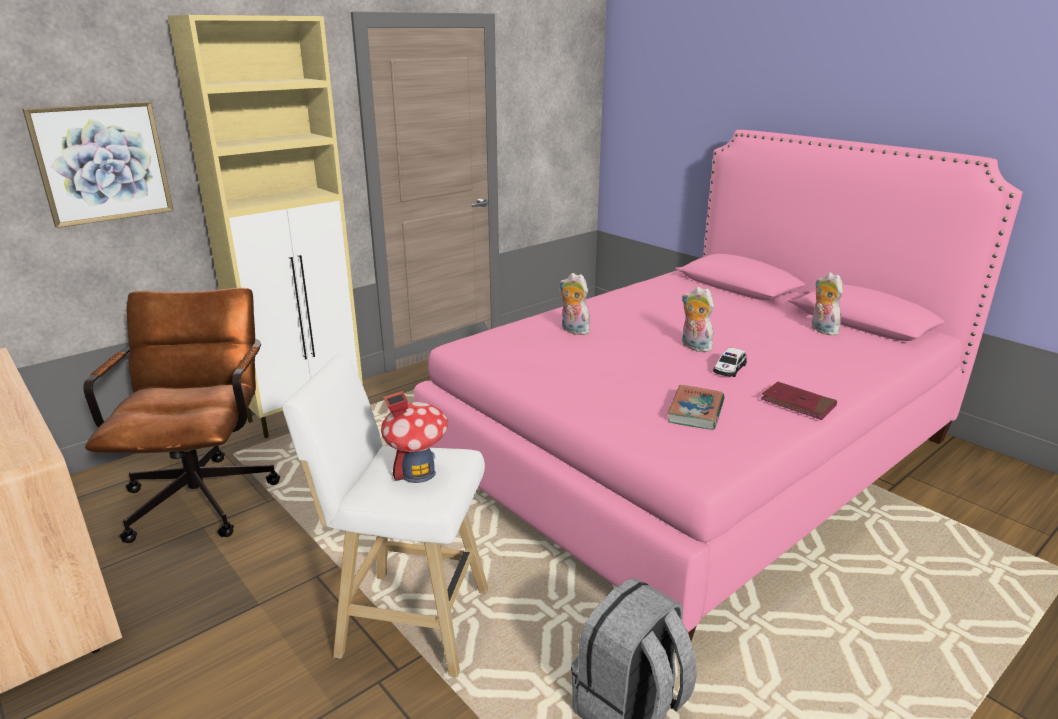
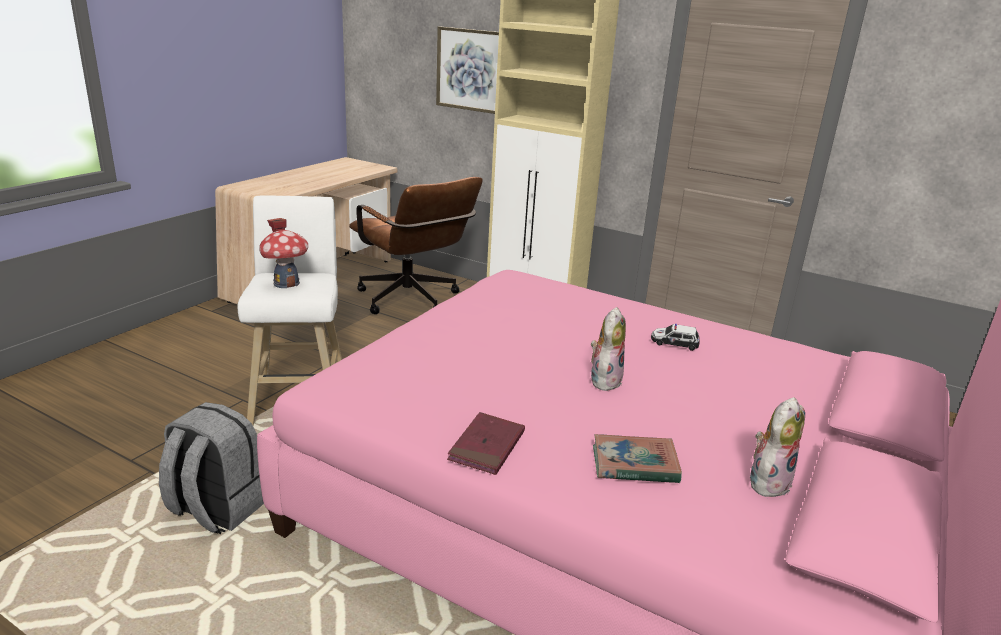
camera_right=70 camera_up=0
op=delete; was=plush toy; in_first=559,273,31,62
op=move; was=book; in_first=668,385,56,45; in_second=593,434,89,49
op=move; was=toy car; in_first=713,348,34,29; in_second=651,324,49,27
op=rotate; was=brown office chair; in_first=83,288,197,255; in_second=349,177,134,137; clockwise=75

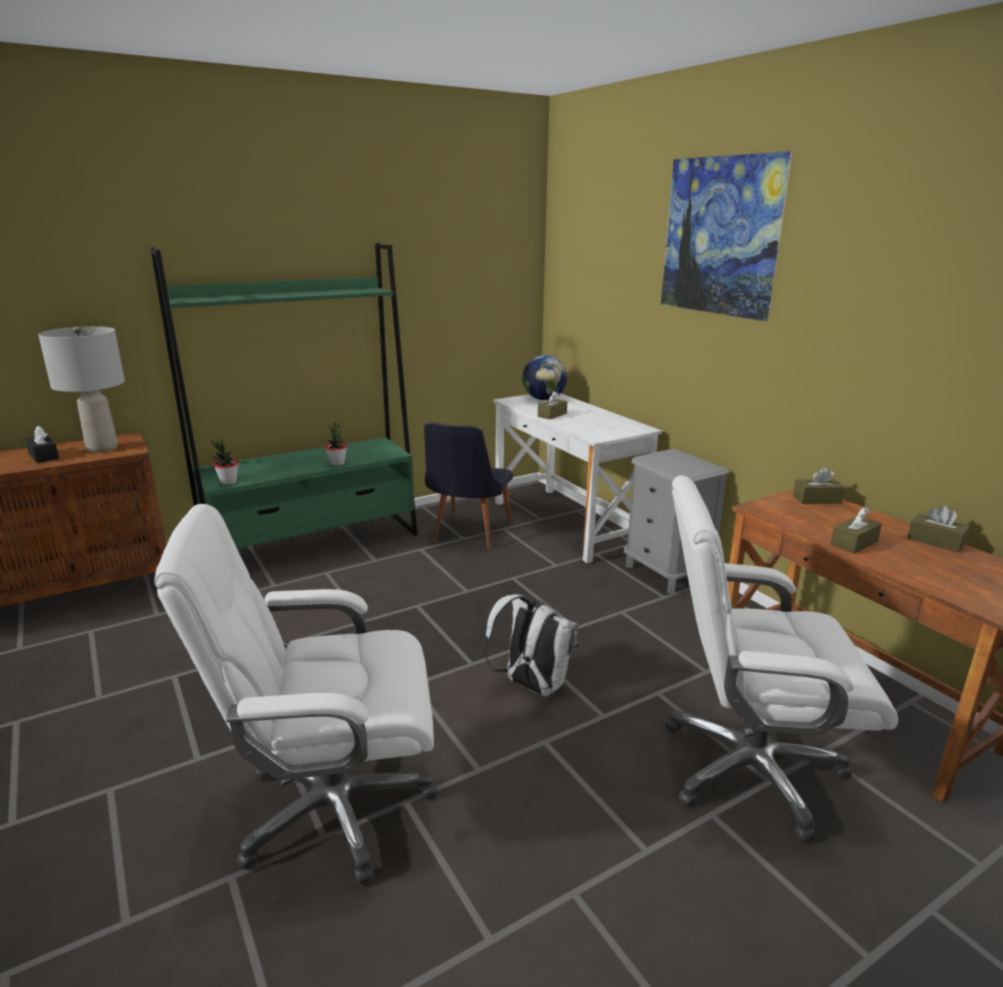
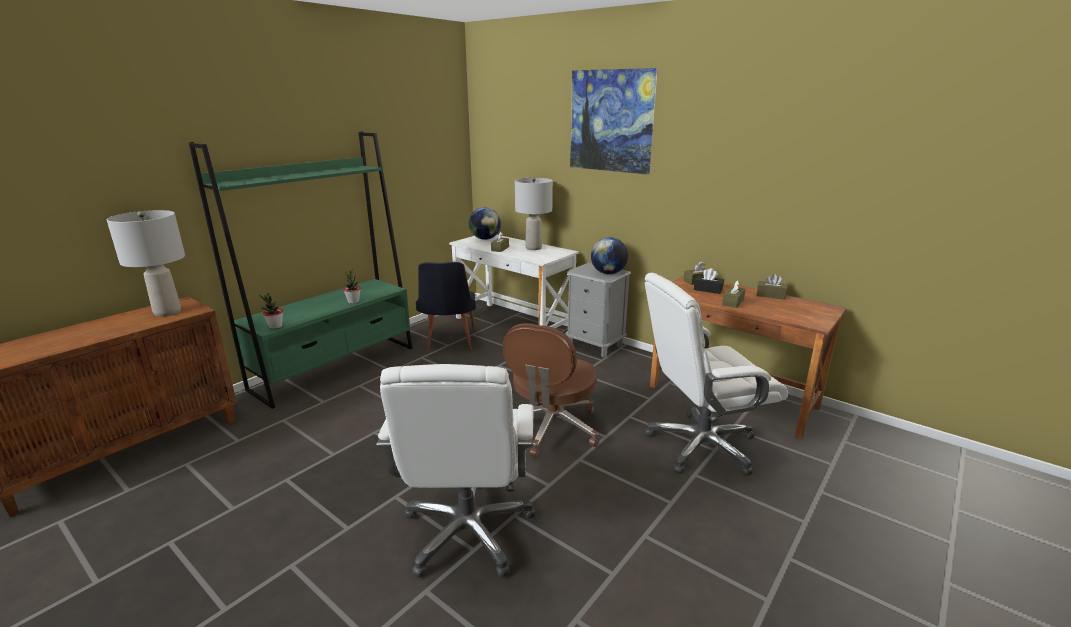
camera_right=-20 camera_up=0
op=insert; now=grey table lamp; in_second=515,177,38,73
op=insert; now=globe; in_second=591,237,37,37
op=move; was=black tissue box; in_first=25,426,34,37; in_second=694,268,30,26
op=replace; was=white backpack; now=brown office chair; in_first=484,594,95,102; in_second=503,323,96,134
op=rotate; was=white office chair; in_first=154,504,283,381; in_second=376,364,160,214; clockwise=-60

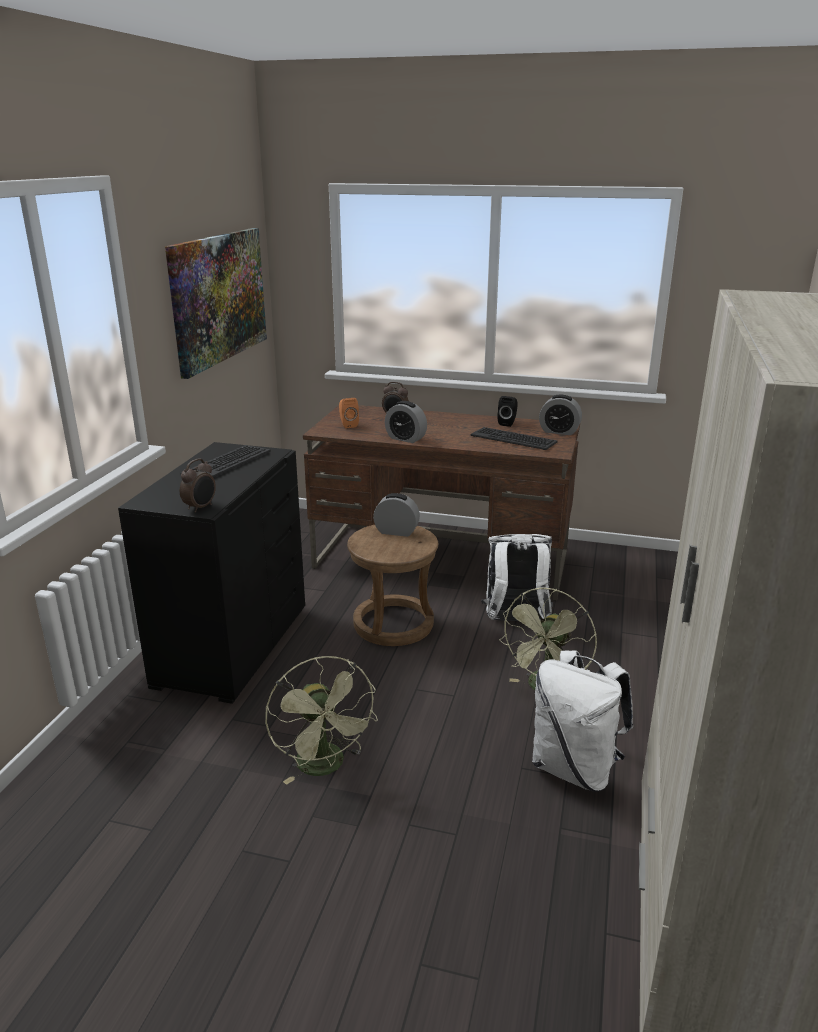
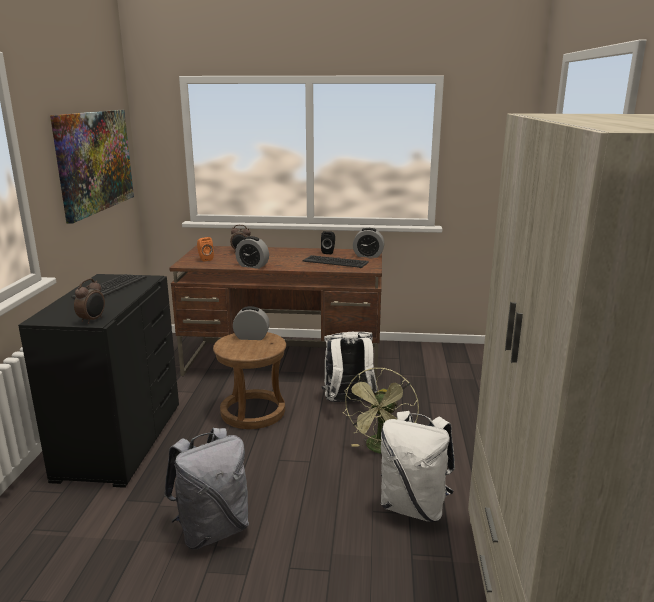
camera_right=-10 camera_up=-5
op=replace; was=green fan; now=grey backpack; in_first=265,656,113,129; in_second=164,428,85,121

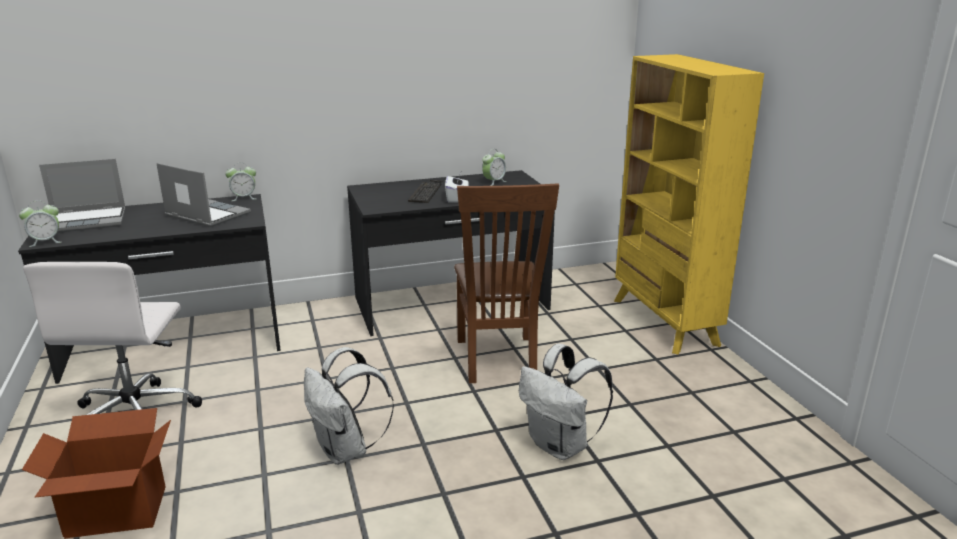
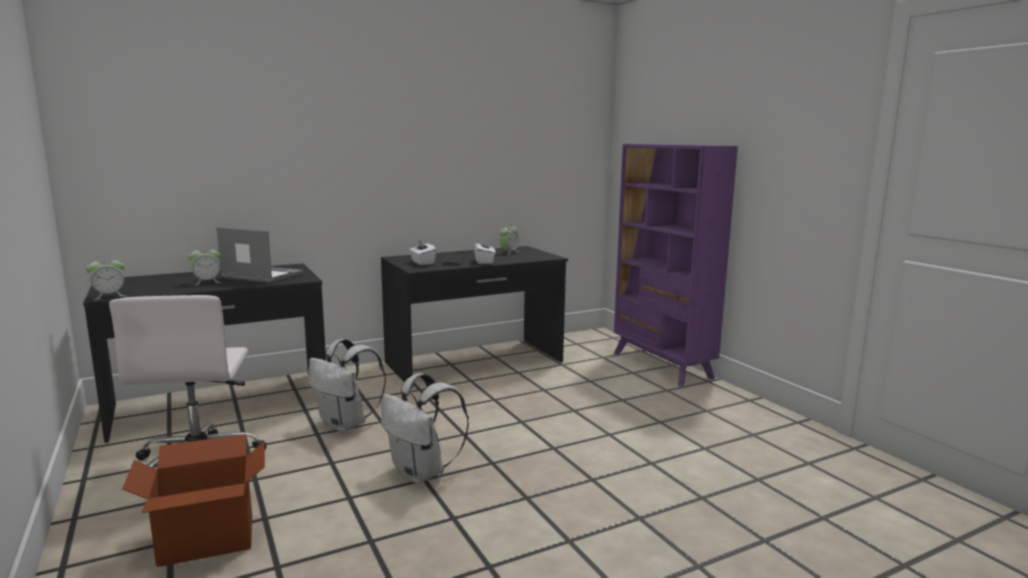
camera_right=-10 camera_up=-10
op=delete; was=laptop; in_first=39,159,87,74
op=delete; was=brown chair; in_first=454,183,105,200
op=insert; now=white tissue box; in_second=409,239,28,26
op=move; was=alarm clock; in_first=225,165,31,36; in_second=188,245,34,40
op=move; was=white backpack; in_first=519,344,94,116; in_second=308,339,78,93
op=recolor; was=yellow bookcase; now=purple bookcase; in_first=614,54,150,300; in_second=614,144,124,242

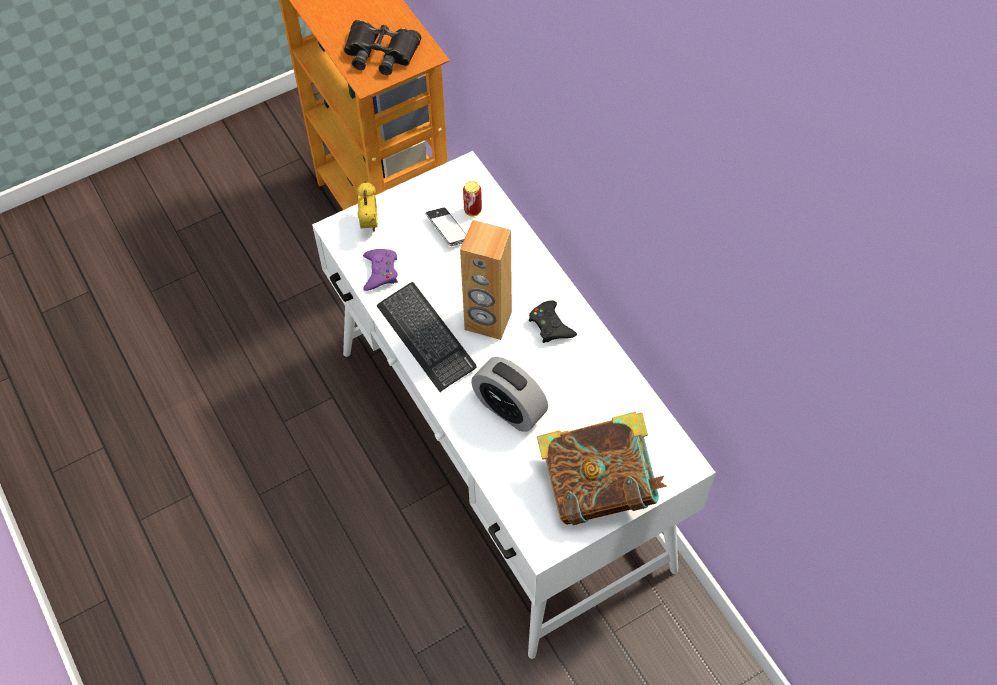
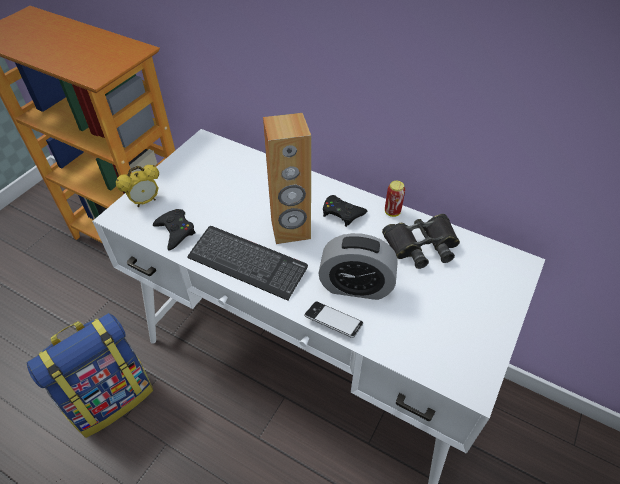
camera_right=-30 camera_up=-10
op=delete; was=book; in_first=537,412,130,113
op=insert; now=backpack; in_second=27,313,126,125
op=move; was=black binoculars; in_first=344,20,78,55; in_second=382,214,78,55
op=move; was=phone; in_first=426,208,40,38; in_second=304,301,59,37
op=move; was=can; in_first=463,181,19,35; in_second=385,181,20,36
op=recolor; was=purple game controller; now=black game controller; in_first=363,249,35,42; in_second=153,209,43,42
op=rotate; was=alarm clock; in_first=357,181,21,50; in_second=116,165,43,42; clockwise=90

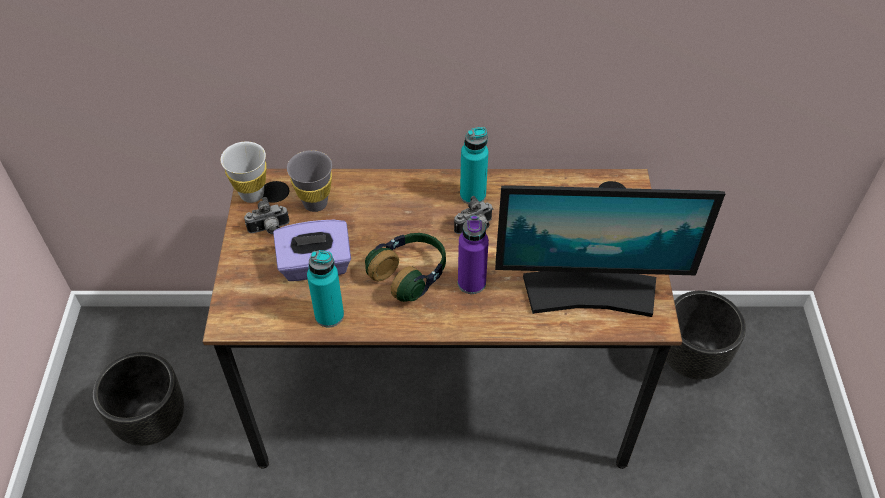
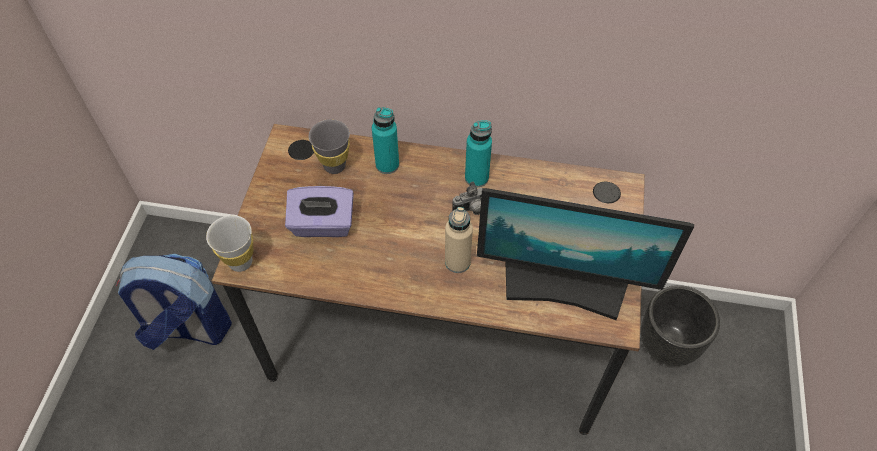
camera_right=10 camera_up=5
op=delete; was=photo camera; in_first=244,197,45,37
op=delete; was=headphones; in_first=365,233,81,69
op=move; was=white cup; in_first=220,142,47,61; in_second=206,215,47,57
op=move; was=turquoise bottle; in_first=307,250,37,77; in_second=372,107,27,67
op=replace; was=black planter; now=backpack; in_first=92,352,92,94; in_second=116,254,116,96
op=recolor; was=purple bottle; now=beige bottle; in_first=458,216,31,78; in_second=445,207,28,66

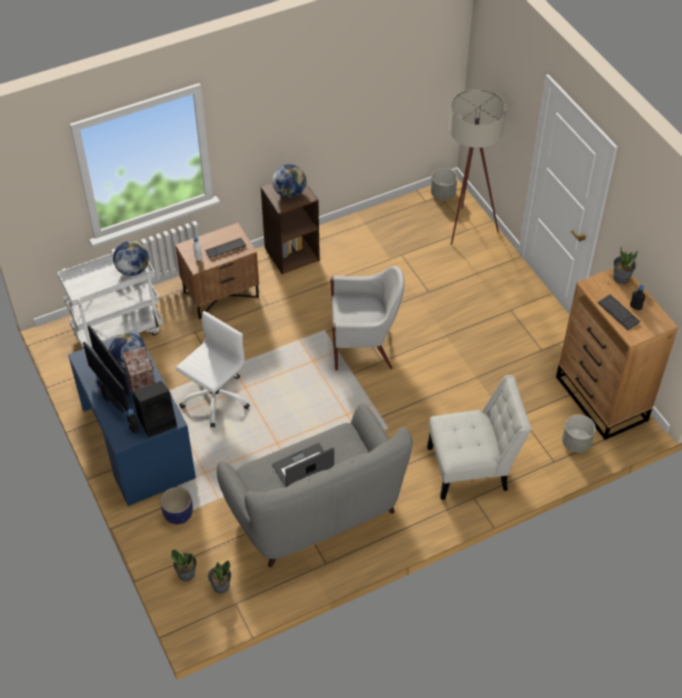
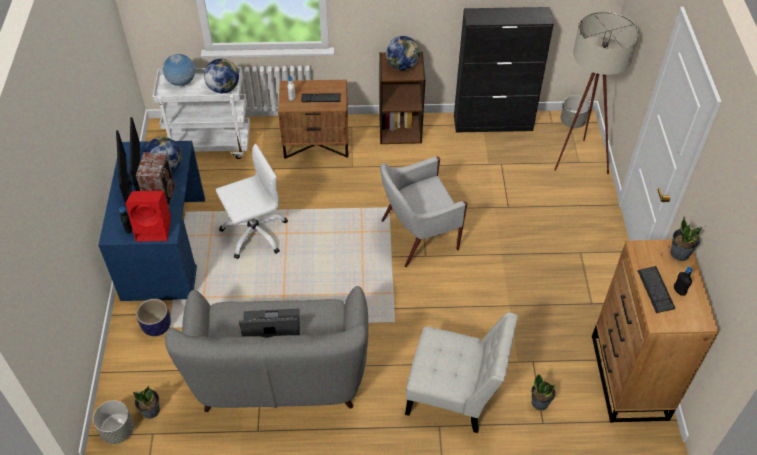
camera_right=25 camera_up=0
op=insert; now=globe; in_second=162,54,33,32
op=insert; now=black cabinet; in_second=454,7,100,125
op=move; was=potted plant; in_first=171,549,26,32; in_second=531,374,24,36
op=move; was=grey planter; in_first=562,415,34,38; in_second=93,400,41,44
op=recolor; was=black speaker; now=red speaker; in_first=132,381,45,57; in_second=126,191,45,51
op=rotate; was=white armchair; in_first=330,266,74,105; in_second=380,156,87,111; clockwise=135

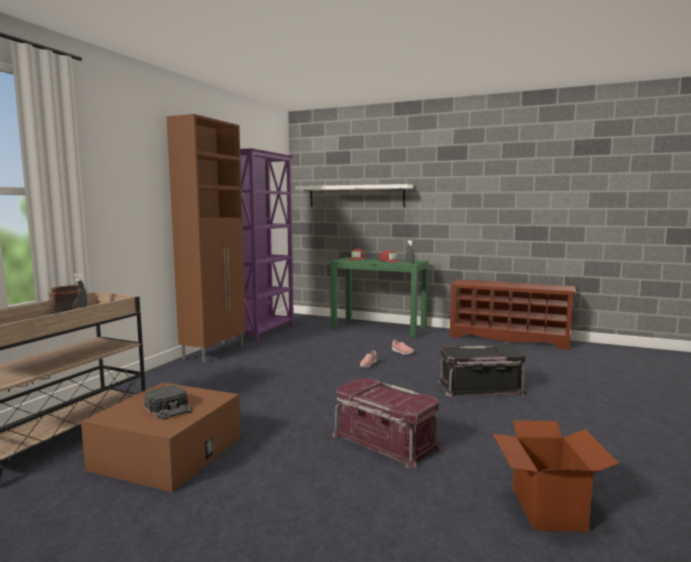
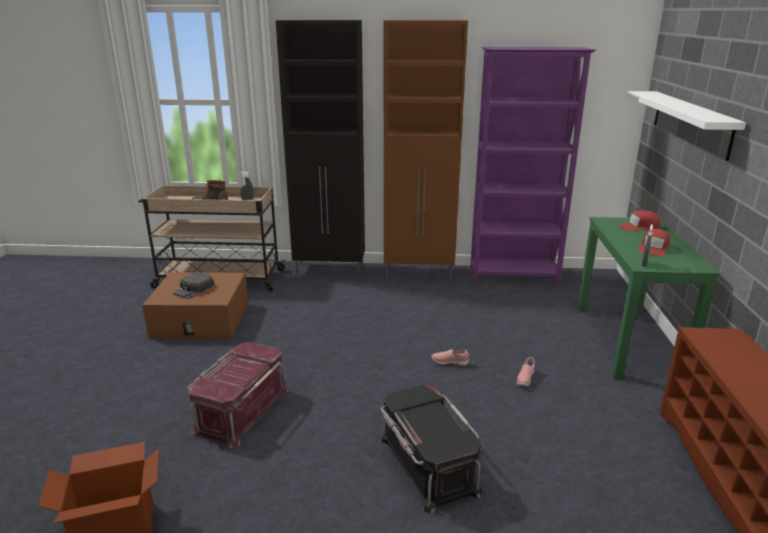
camera_right=70 camera_up=15
op=insert; now=black cabinet; in_second=276,20,89,256

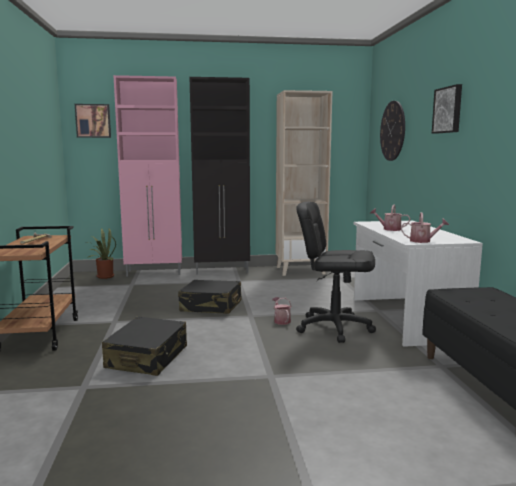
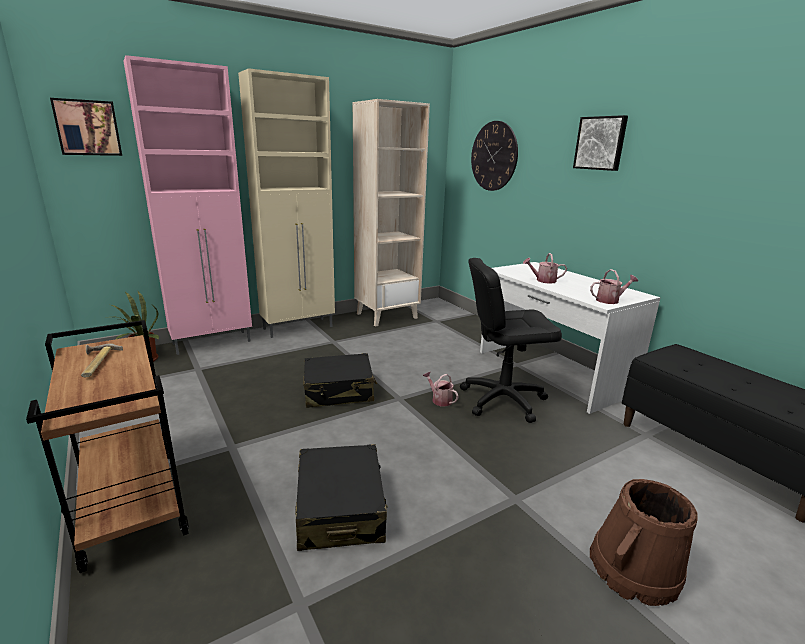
camera_right=-25 camera_up=10
op=insert; now=brown bucket; in_second=590,479,108,127
op=recolor; was=black cabinet; now=beige cabinet; in_first=189,77,61,198; in_second=238,68,97,270

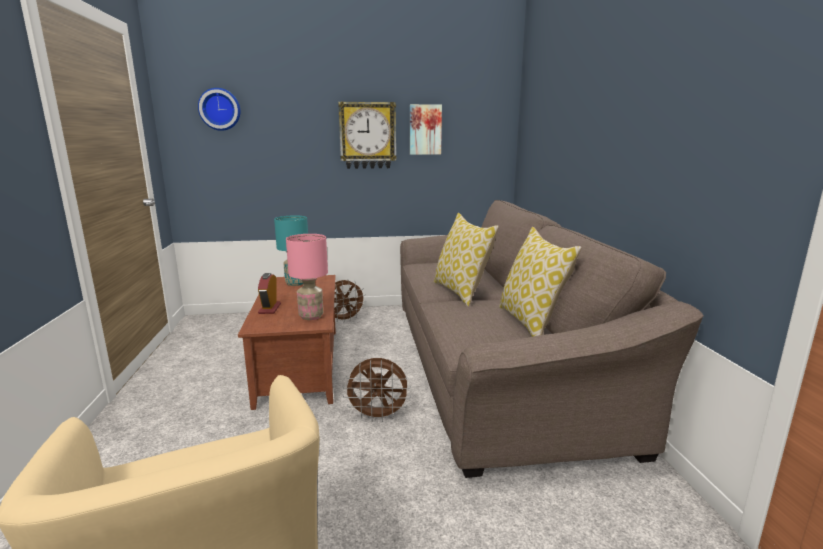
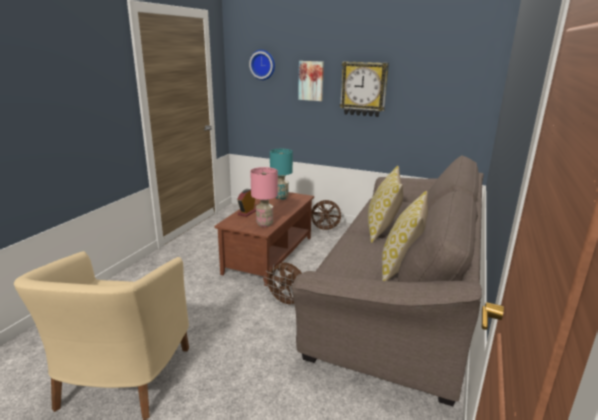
camera_right=30 camera_up=5
op=move; was=picture; in_first=410,104,32,51; in_second=298,61,26,40

